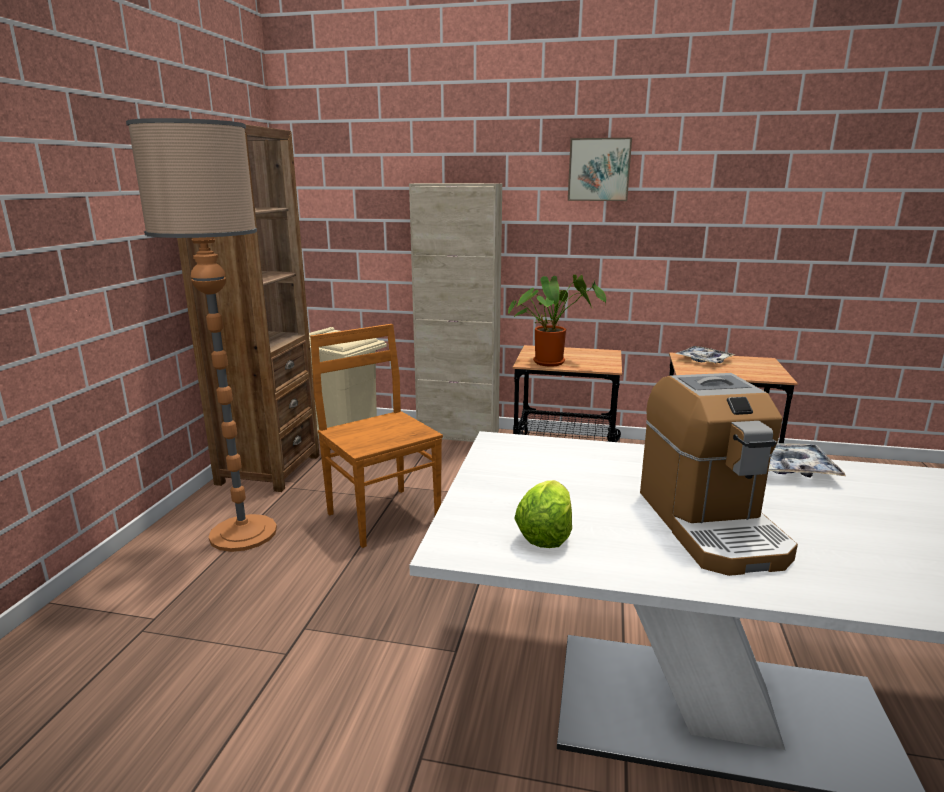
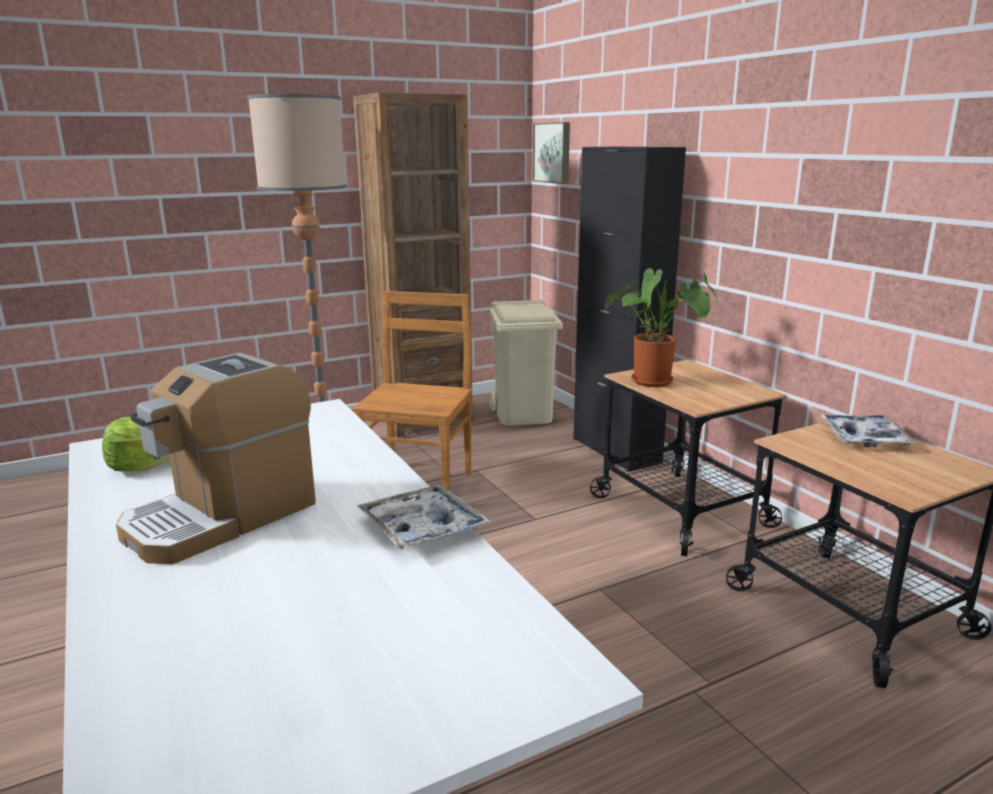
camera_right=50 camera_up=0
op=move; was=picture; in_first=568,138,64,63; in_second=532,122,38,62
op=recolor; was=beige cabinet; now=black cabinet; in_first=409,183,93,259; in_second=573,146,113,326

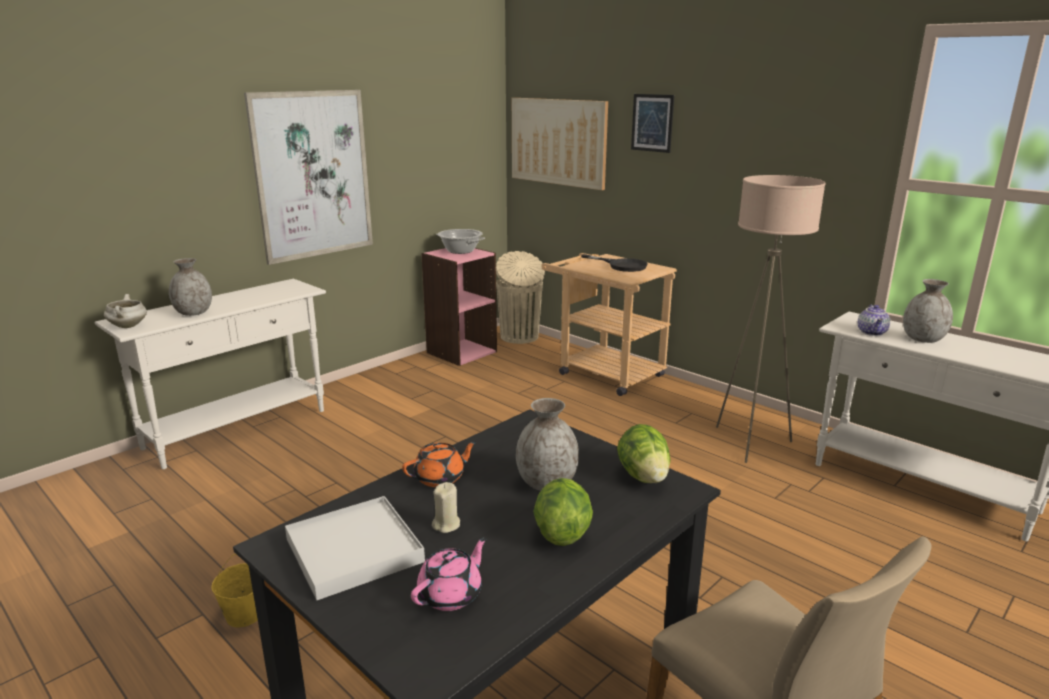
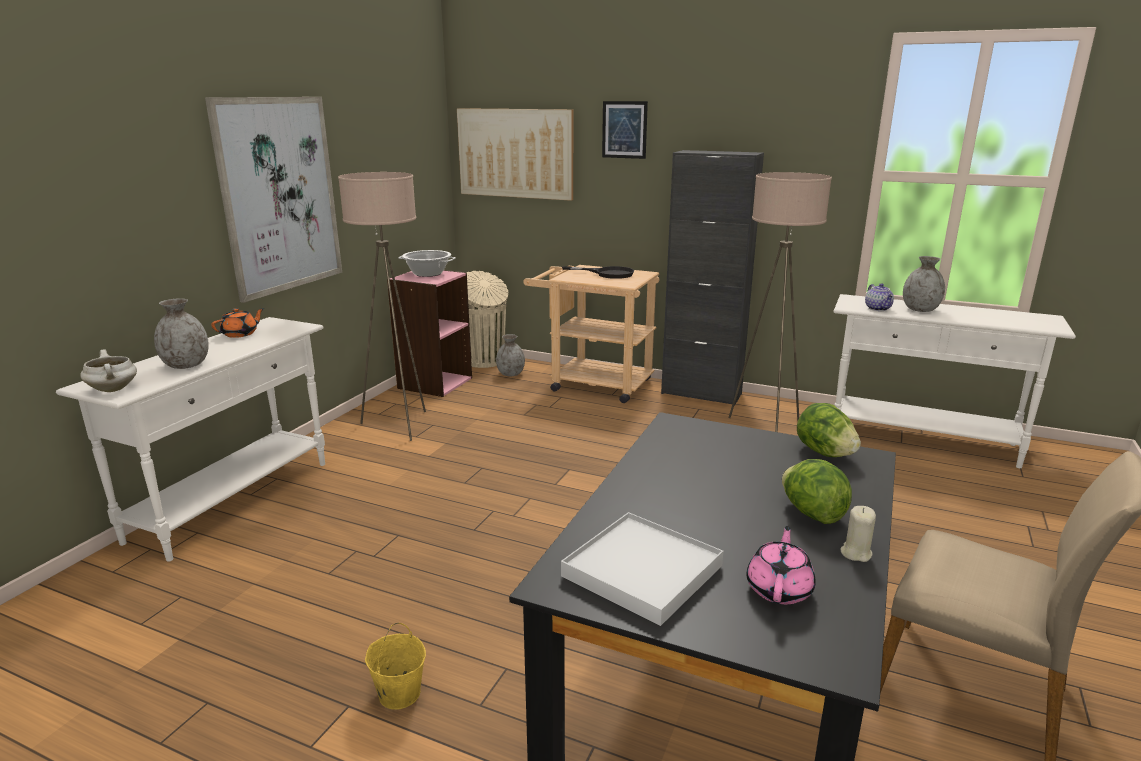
camera_right=-20 camera_up=0
op=insert; now=beige floor lamp; in_second=338,172,88,269
op=insert; now=black cabinet; in_second=661,150,103,256
op=move; was=orange teapot; in_first=402,441,75,46; in_second=211,308,53,30
op=move; was=beige candle; in_first=432,482,28,51; in_second=841,506,35,56
op=move; was=grey vase; in_first=516,398,63,93; in_second=496,334,29,42

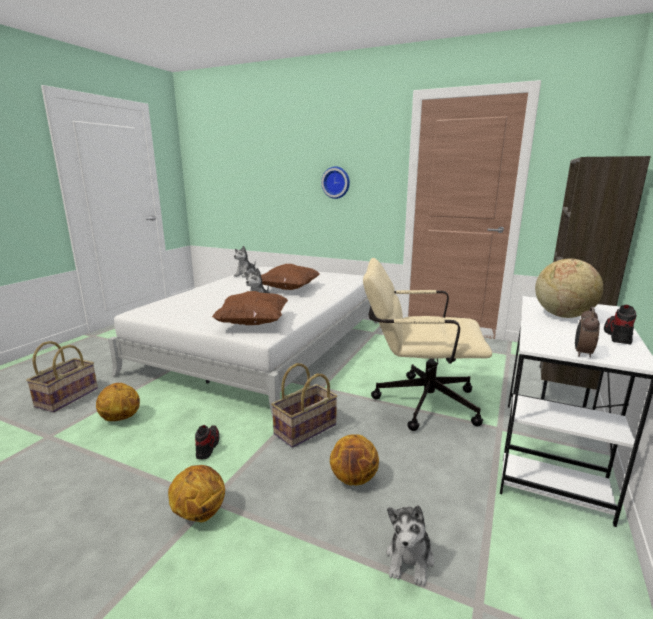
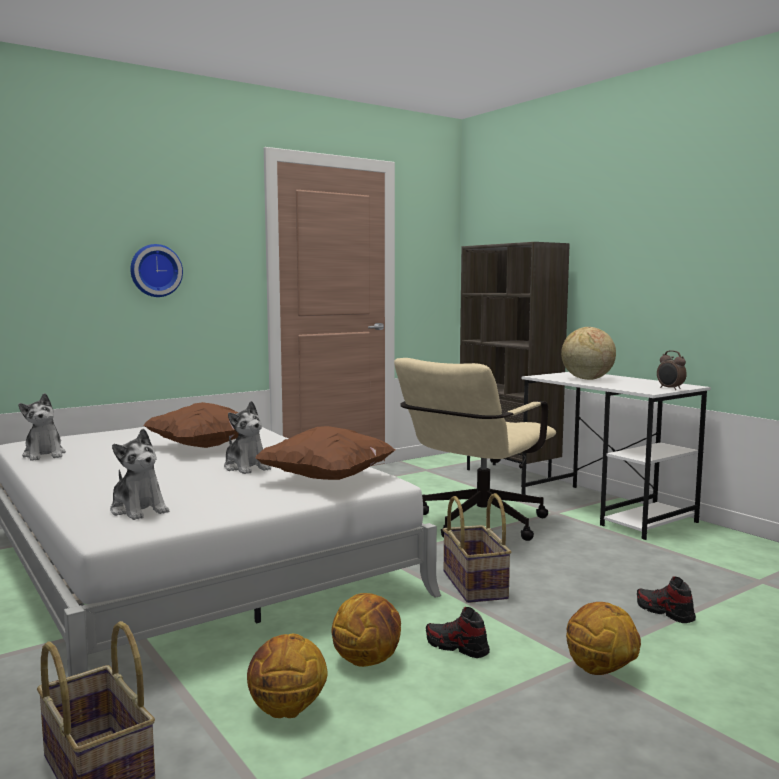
camera_right=-60 camera_up=-10
op=move; was=basketball; in_first=330,434,49,52; in_second=331,593,70,74
op=move; was=plush toy; in_first=386,505,48,82; in_second=110,429,59,91
op=move; was=shoe; in_first=604,305,33,40; in_second=637,576,59,47

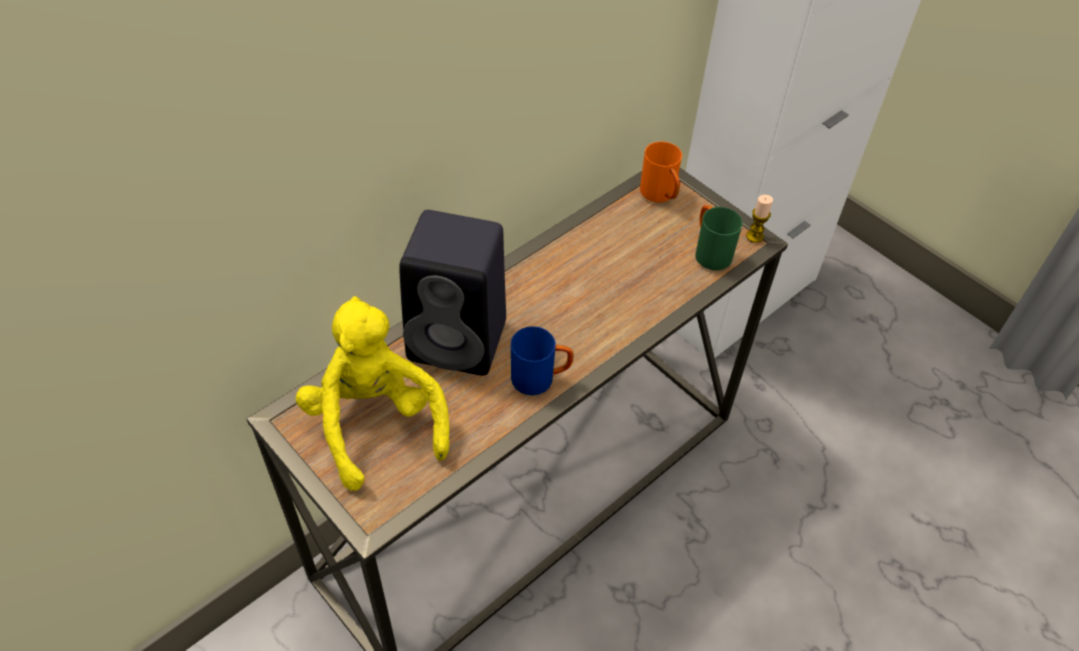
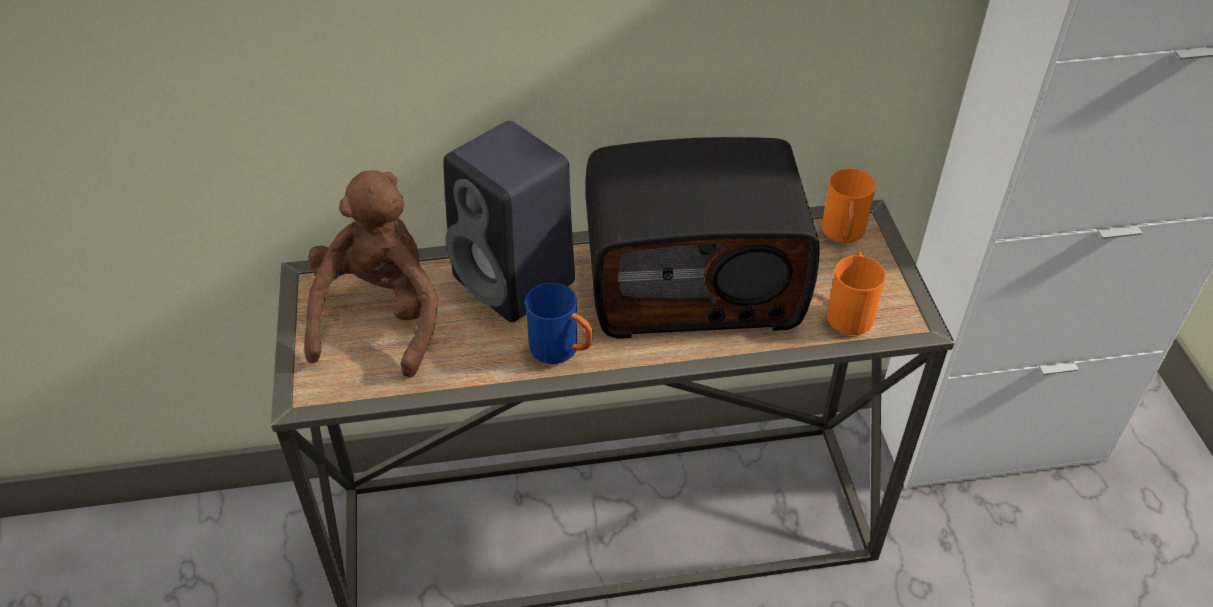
camera_right=35 camera_up=-5
op=delete; was=candle; in_first=746,195,27,48
op=insert; now=radio; in_second=585,137,235,202
op=recolor; was=yellow plush toy; now=brown plush toy; in_first=296,296,154,195; in_second=305,170,133,208
op=recolor; was=green mug; now=orange mug; in_first=695,205,48,66; in_second=827,252,59,83

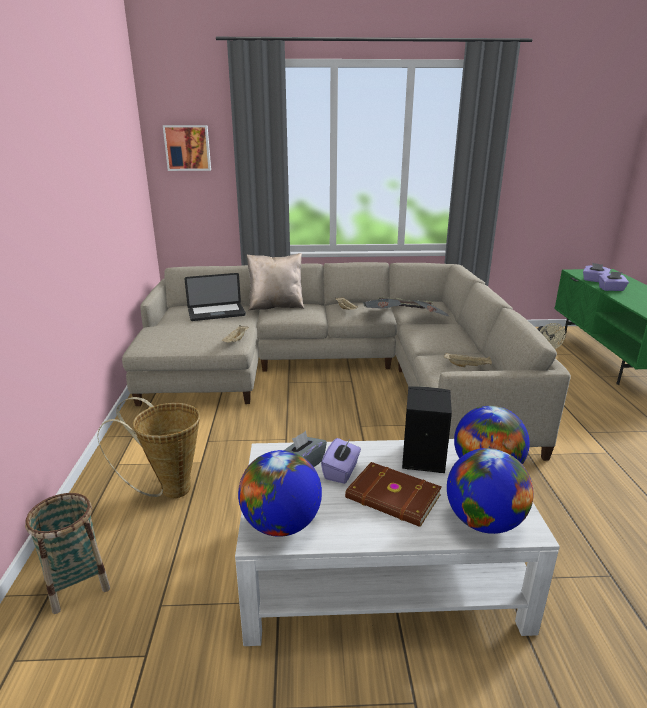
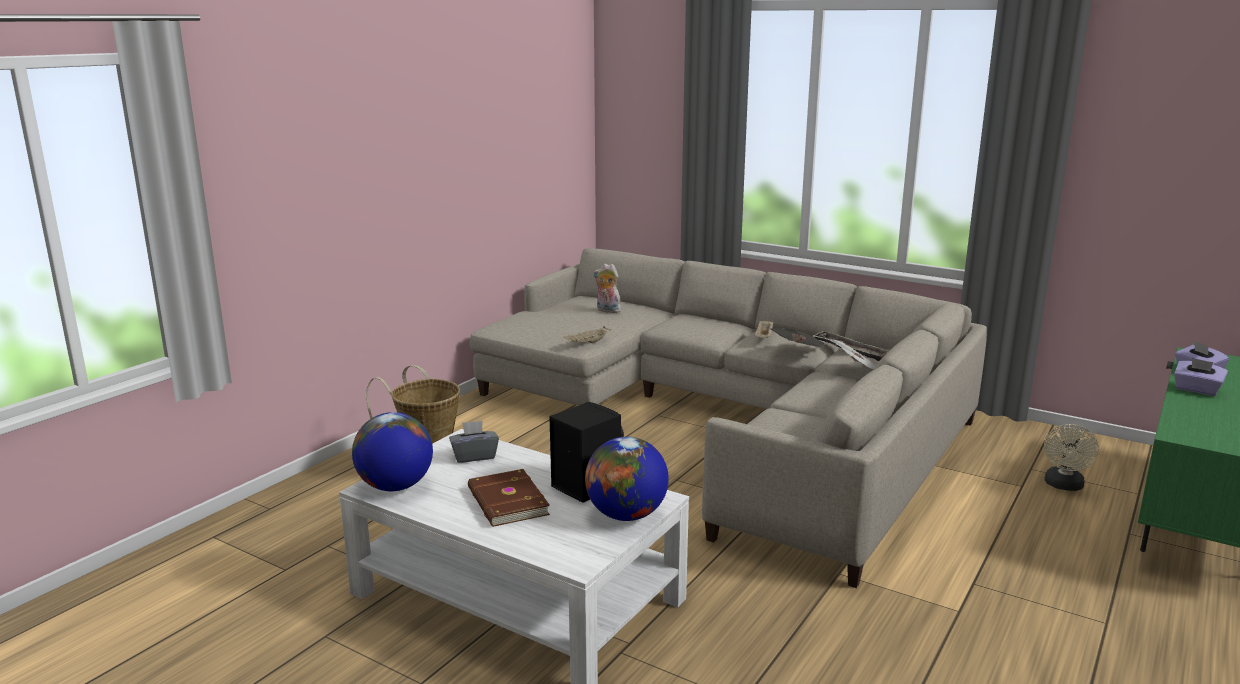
camera_right=35 camera_up=-5
op=delete; was=basket; in_first=25,493,85,121
op=delete; was=picture; in_first=163,125,48,46
op=delete; was=beige pillow; in_first=247,253,57,58
op=delete; was=purple tissue box; in_first=321,438,40,46
op=delete; was=beige tray; in_first=444,353,48,14
op=delete; was=globe; in_first=447,448,87,86
op=replace; was=laptop; now=plush toy; in_first=184,273,62,48; in_second=593,263,28,50

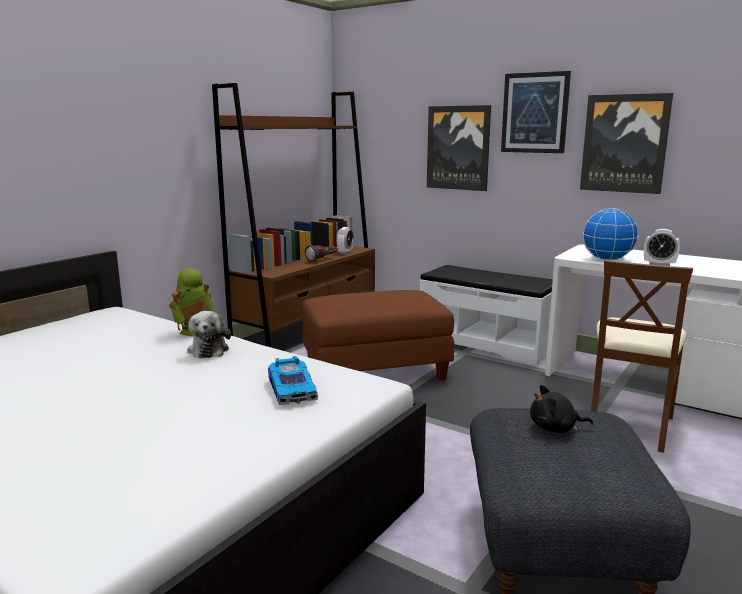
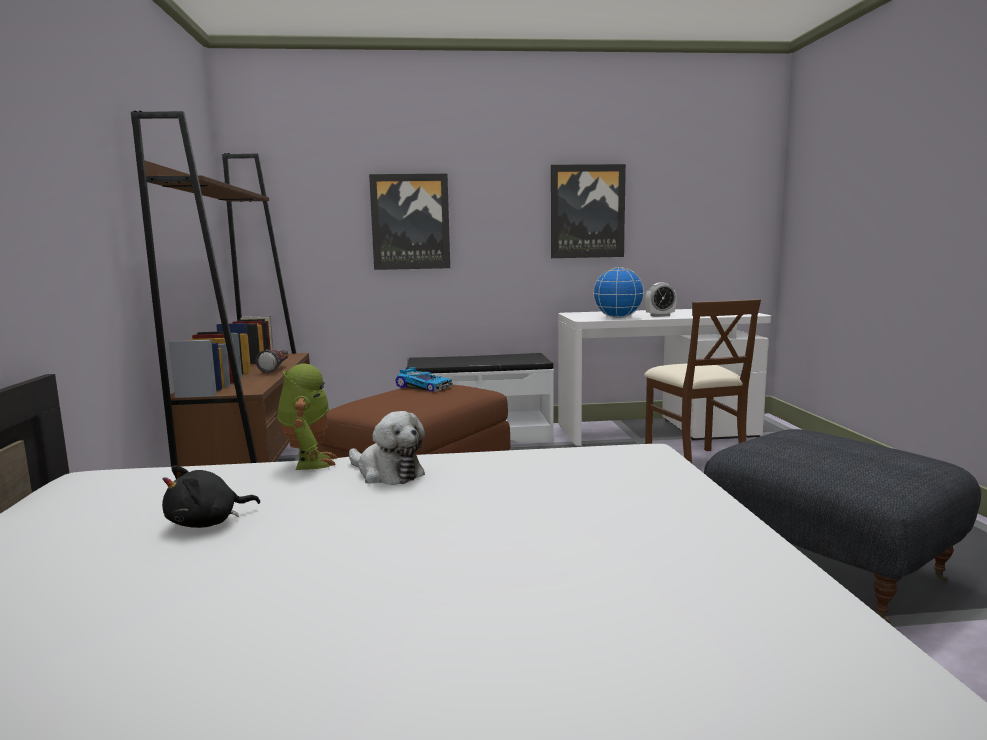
camera_right=-40 camera_up=-5
op=delete; was=alarm clock; in_first=336,227,18,27
op=delete; was=picture; in_first=501,71,70,82
op=move; was=toy car; in_first=268,356,50,49; in_second=395,367,58,25
op=move; was=black plush toy; in_first=530,385,64,48; in_second=162,465,98,63

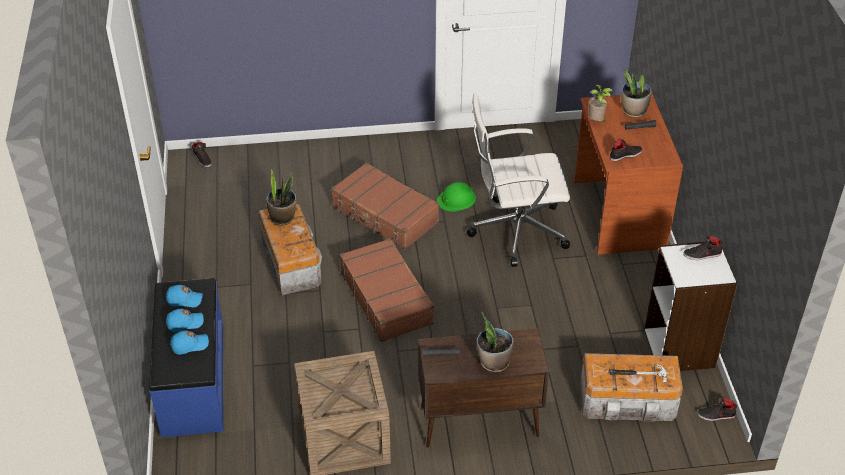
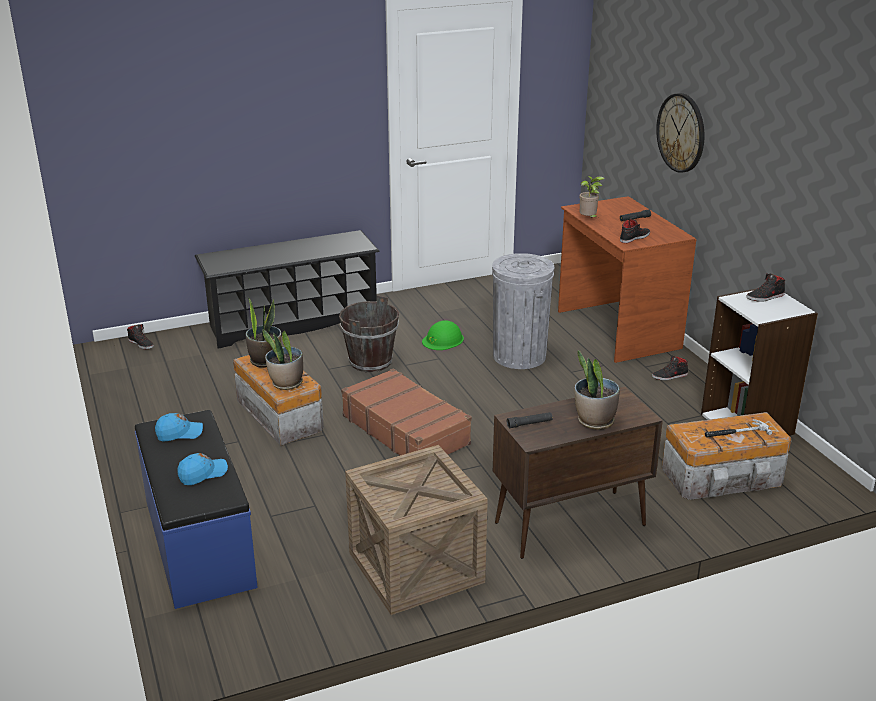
camera_right=-15 camera_up=-15
op=delete; was=blue cap; in_first=166,309,38,23
op=insert; now=black shoe rack; in_second=195,230,185,118
op=insert; now=wall clock; in_second=656,93,49,80
op=move; was=potted plant; in_first=621,69,31,49; in_second=262,329,41,61
op=move; was=black shoe; in_first=697,397,40,24; in_second=652,355,36,25
op=replace; was=brown suitcase; now=brown bucket; in_first=331,162,109,87; in_second=339,295,60,77
op=replace; was=white office chair; now=grey trash can; in_first=467,93,103,174; in_second=492,253,62,116

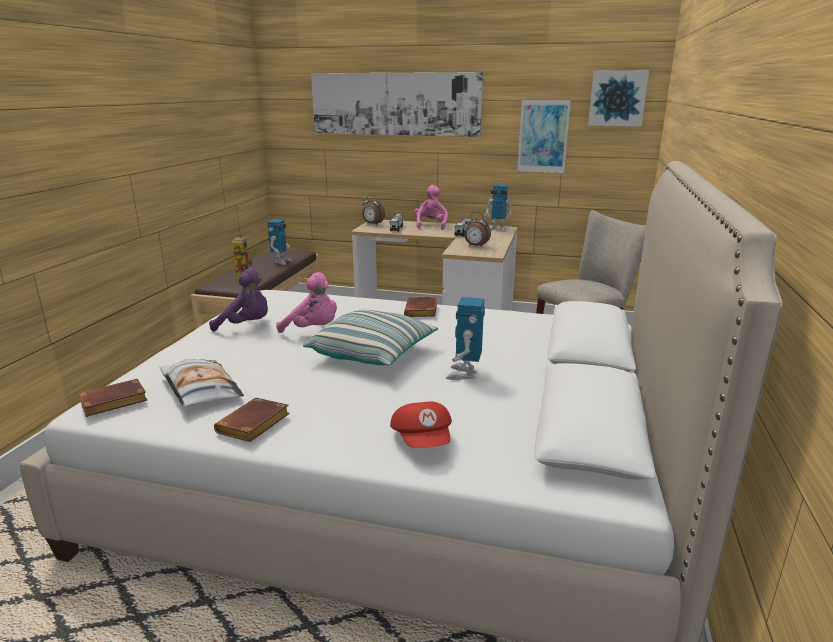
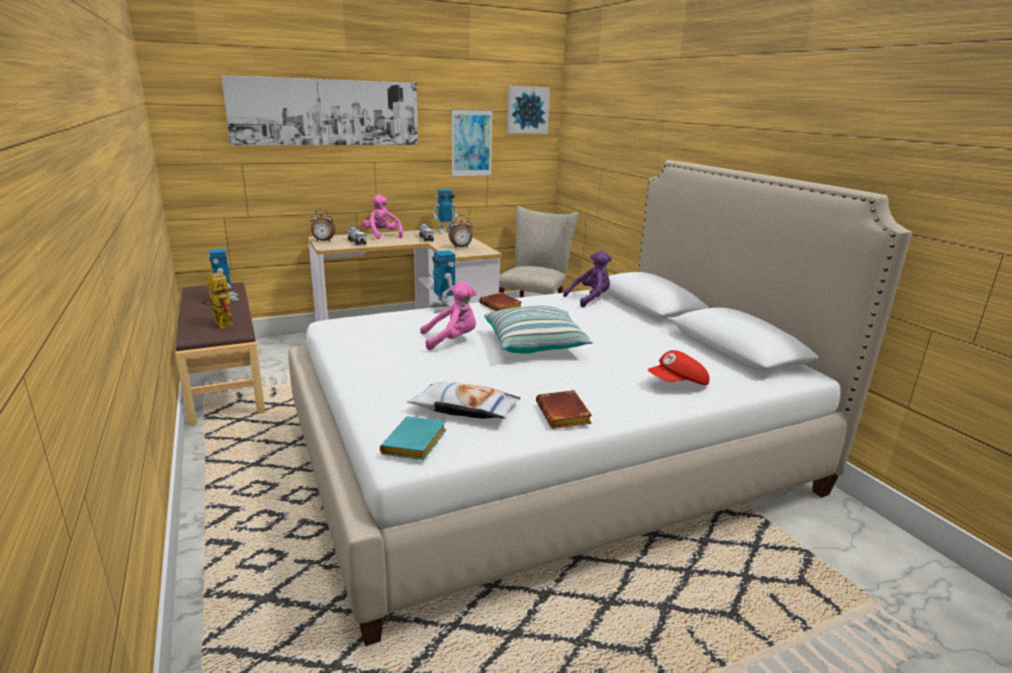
camera_right=-40 camera_up=0
op=move; was=purple plush toy; in_first=209,268,59,64; in_second=563,250,49,57
op=move; was=toy robot; in_first=446,297,39,83; in_second=428,250,27,63
op=recolor; was=brown book; now=turquoise book; in_first=78,379,69,38; in_second=380,416,67,44
op=rotate; was=red cap; in_first=390,401,62,47; in_second=648,350,61,35; clockwise=120

